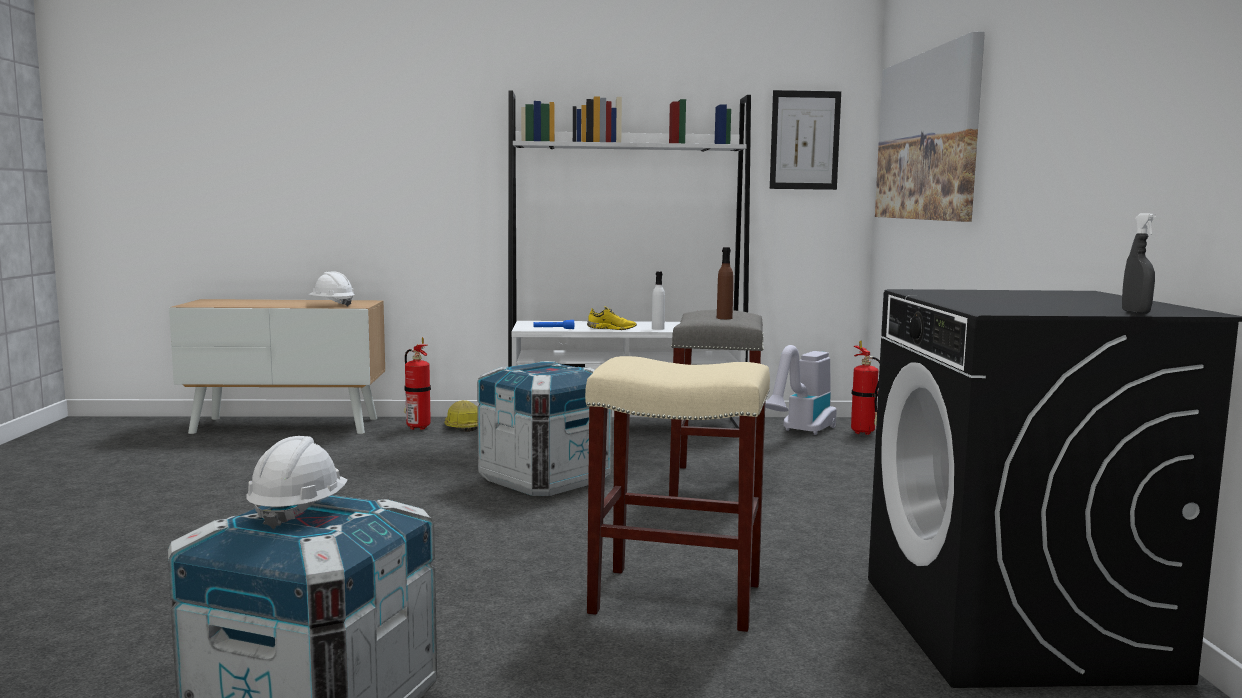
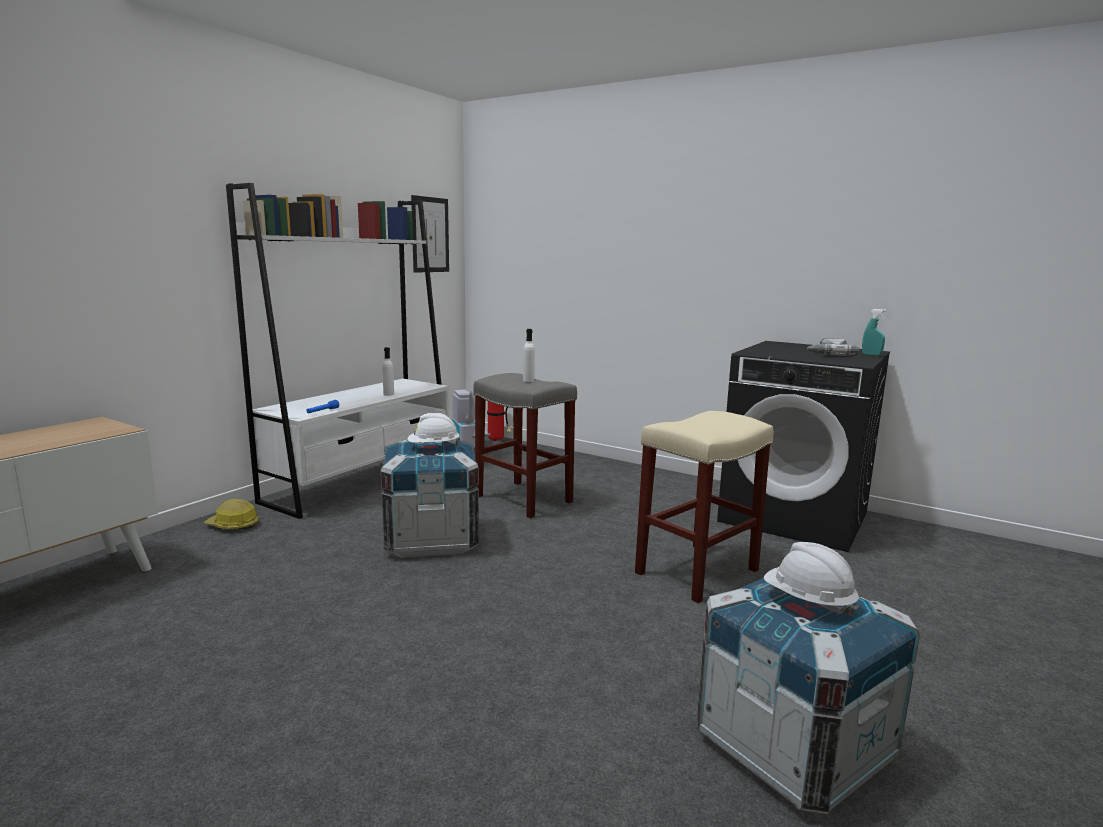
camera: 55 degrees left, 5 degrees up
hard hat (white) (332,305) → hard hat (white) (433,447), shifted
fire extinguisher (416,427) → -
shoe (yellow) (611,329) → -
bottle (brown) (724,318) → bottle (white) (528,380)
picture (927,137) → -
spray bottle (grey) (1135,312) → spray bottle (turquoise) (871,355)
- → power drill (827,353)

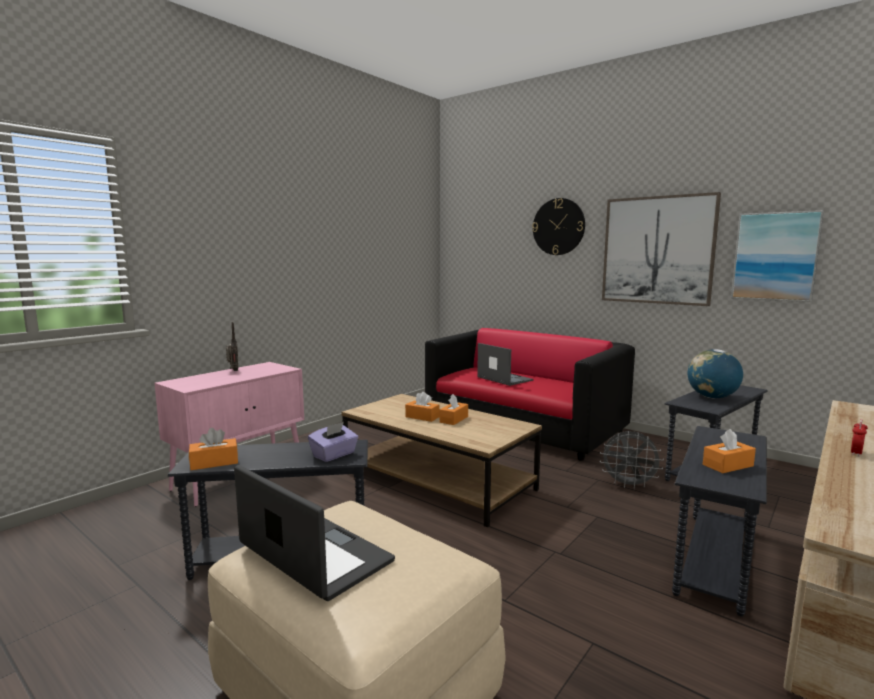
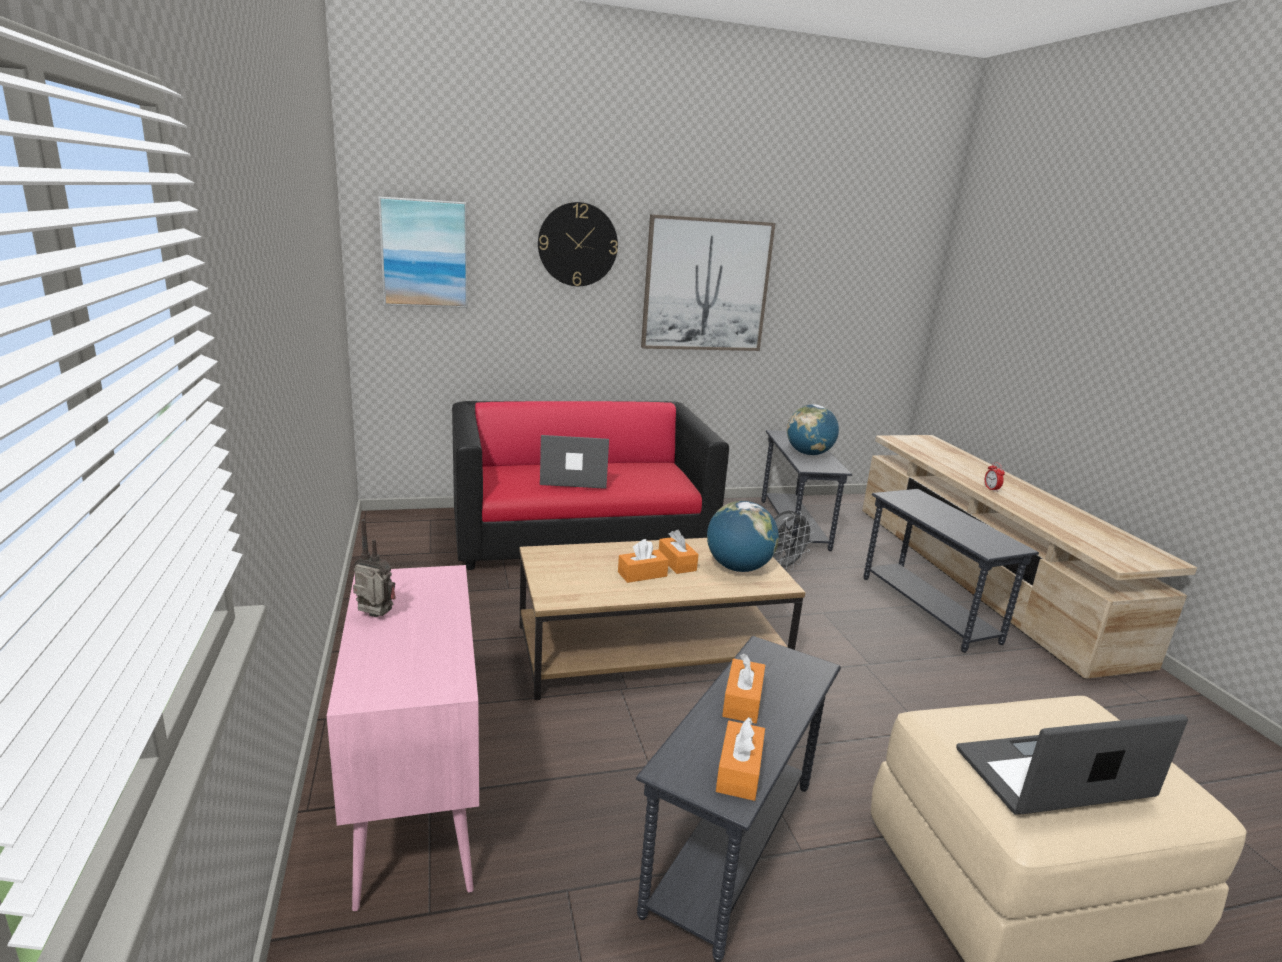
camera: 55 degrees left, 10 degrees up
tissue box (purple) (334,455) → -
tissue box (orange) (727,465) → tissue box (orange) (742,701), shifted
picture (775,256) → picture (424,253), shifted
- → globe (738,568)

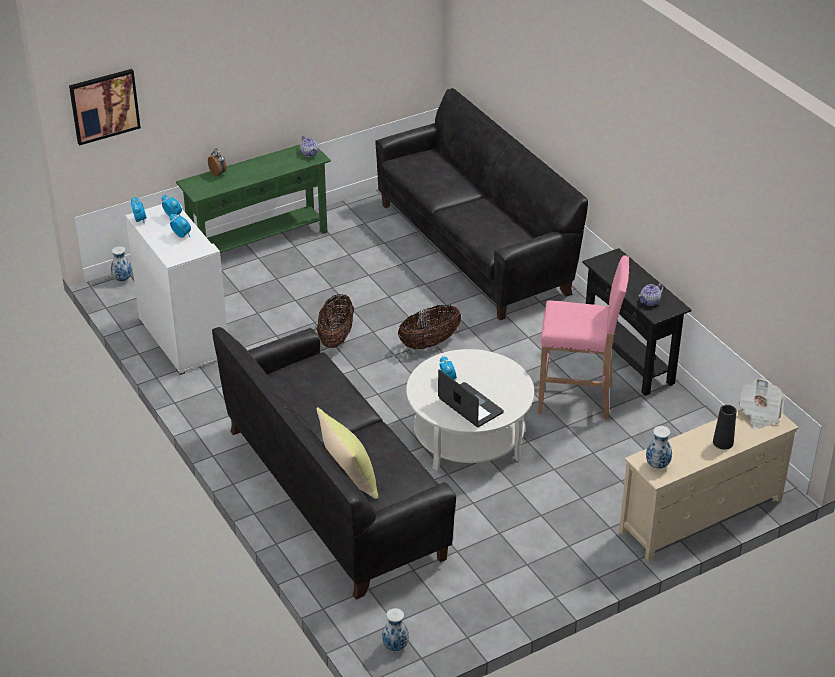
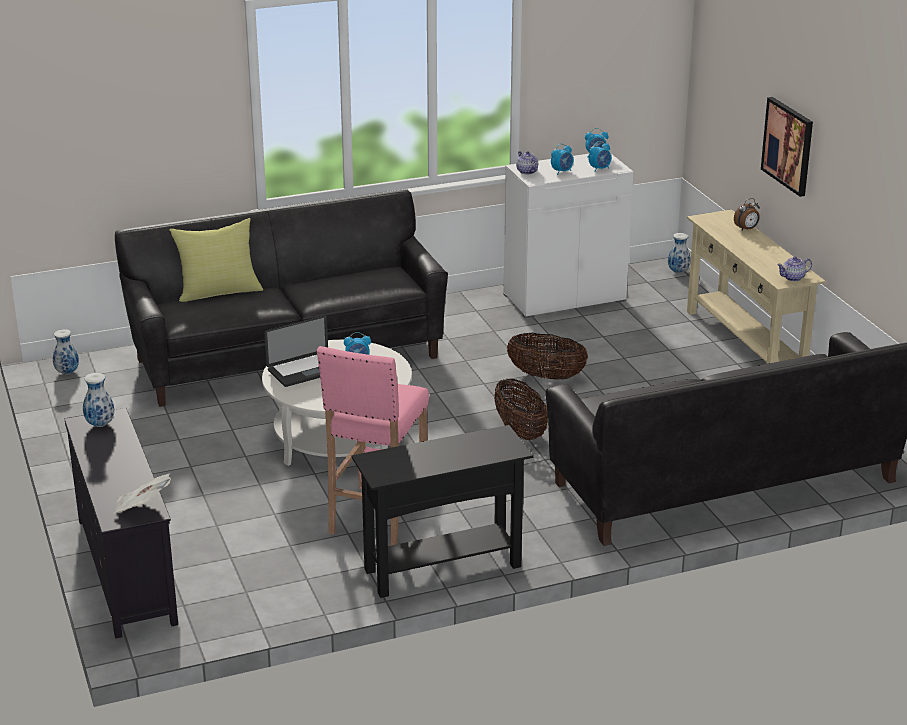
camera: 100 degrees right, 10 degrees down
picture (104,106) → picture (788,145), shifted
console table (green) (259,243) → console table (beige) (745,343)
tv stand (beige) (701,516) → tv stand (black) (125,571)
teapot (650,301) → teapot (526,171), shifted
vase (black) (723,442) → -

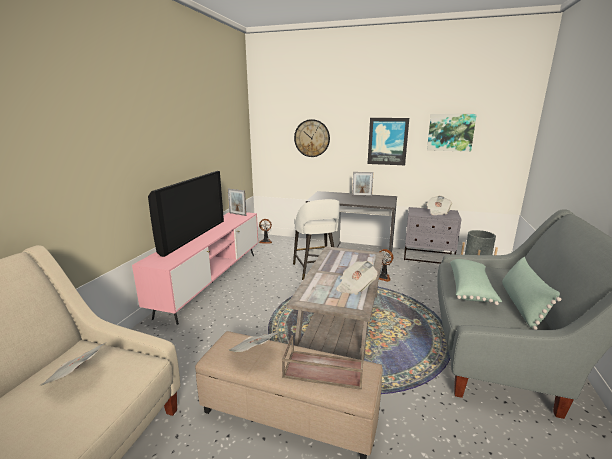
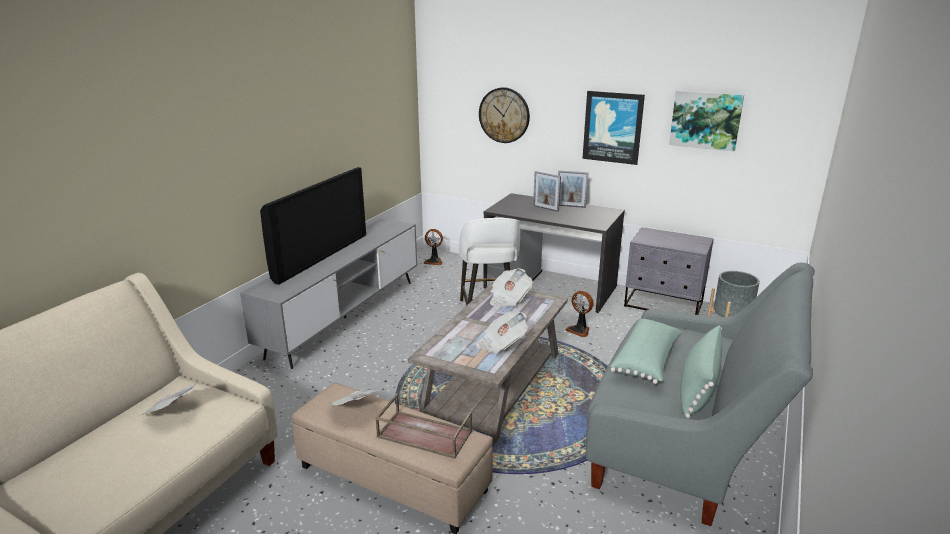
camera: 10 degrees right, 5 degrees up
tv stand (pink) (212,282) → tv stand (grey) (345,317)
picture frame (237,214) → picture frame (545,208), shifted
newspaper (437,212) → newspaper (508,299), shifted

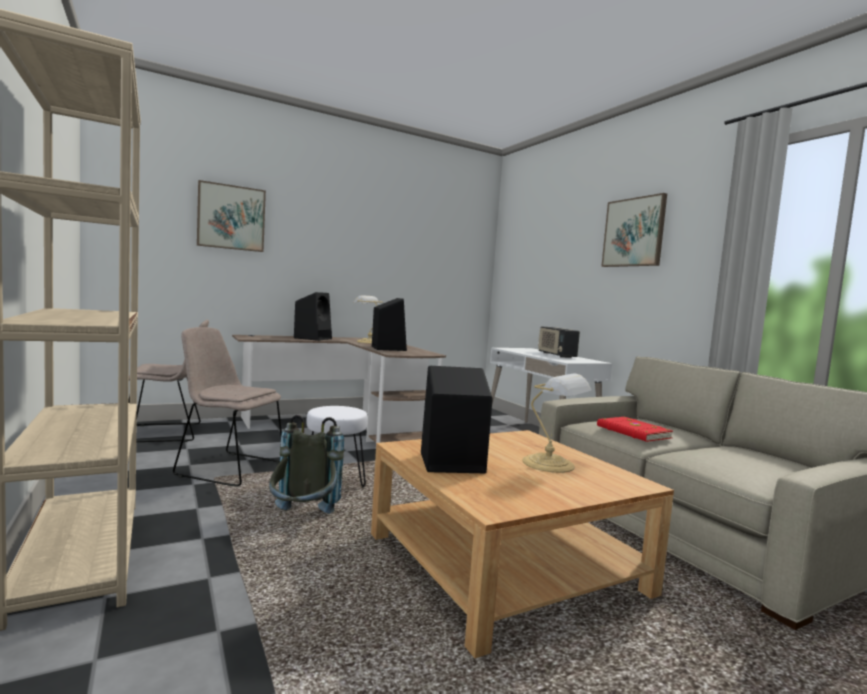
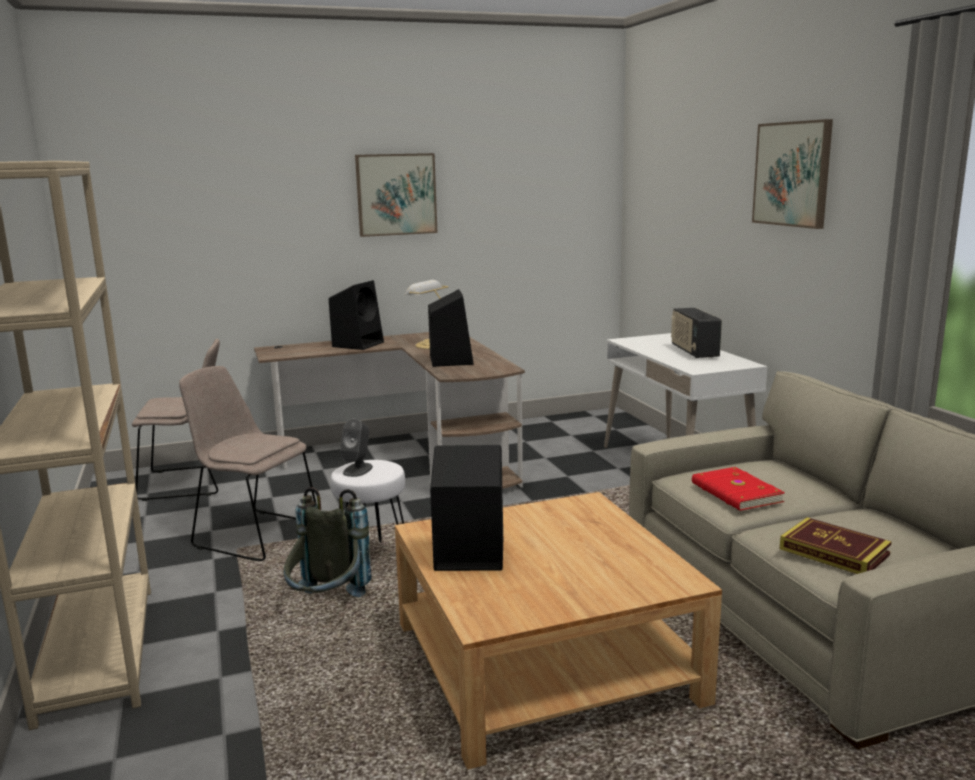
camera: 10 degrees right, 10 degrees up
picture (231,217) → picture (396,194), shifted
table lamp (551,464) → -
- → speaker (grey) (358,469)
- → book (834,552)

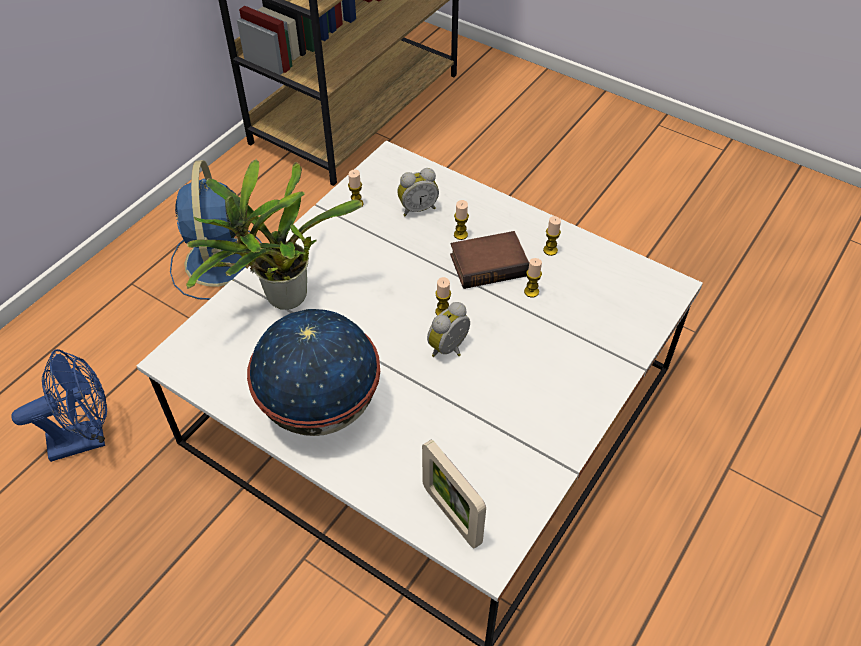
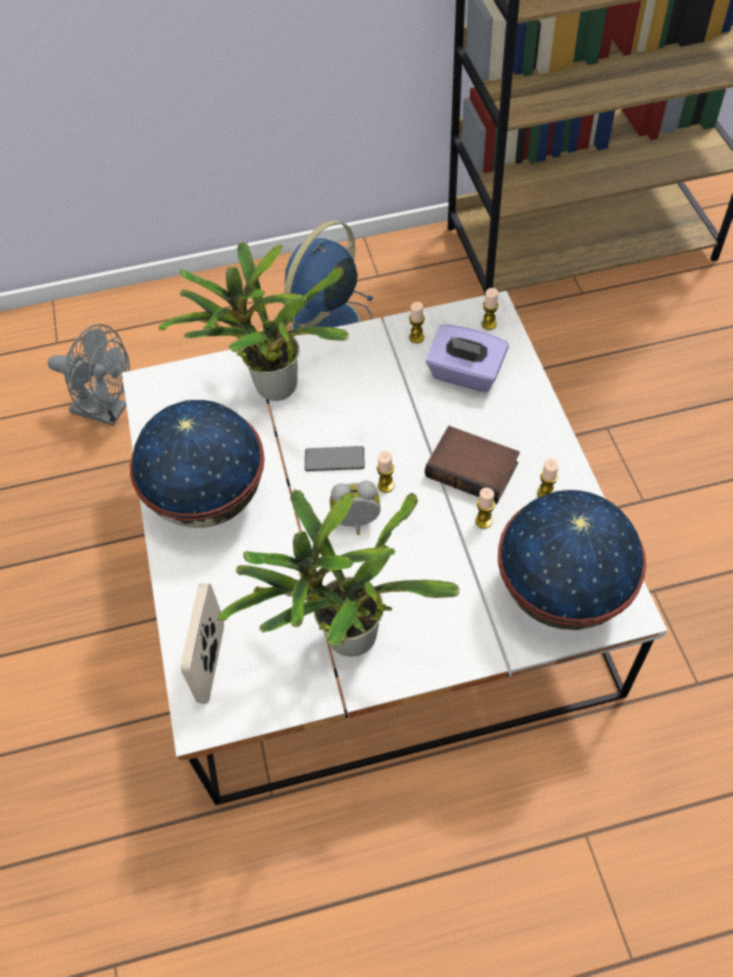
camera: 45 degrees right, 5 degrees up
fan (blue) (86,438) → fan (grey) (107,411)
alarm clock (417,208) → tissue box (purple) (465,374)
candle (460,234) → candle (488,324), shifted
- → potted plant (344,636)
- → phone (334,459)
- → globe (560,591)

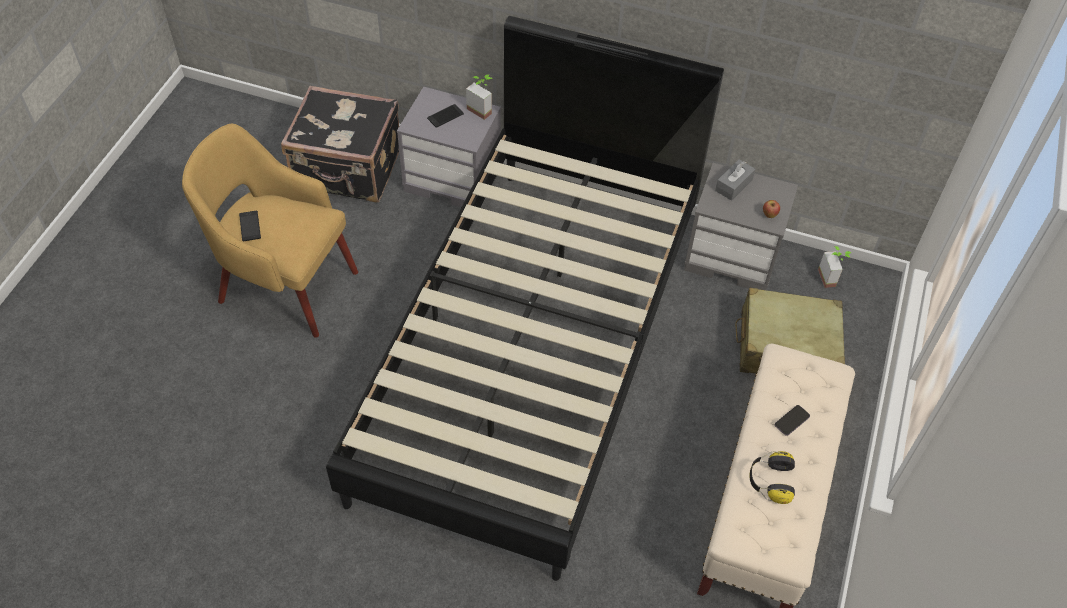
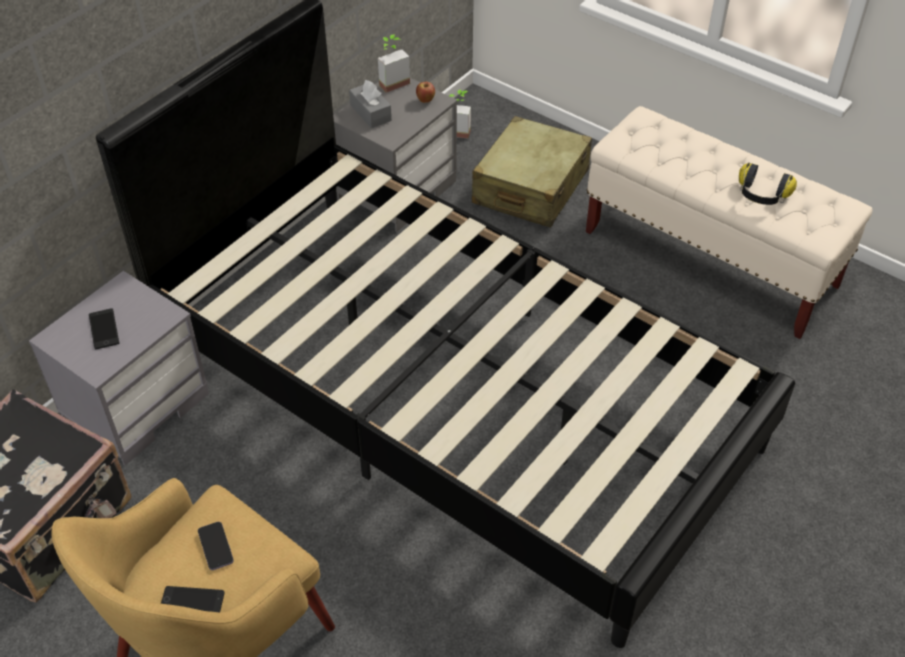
camera: 70 degrees left, 5 degrees down
potted plant (482,108) → potted plant (391,81), shifted
phone (792,421) → phone (215,547), shifted

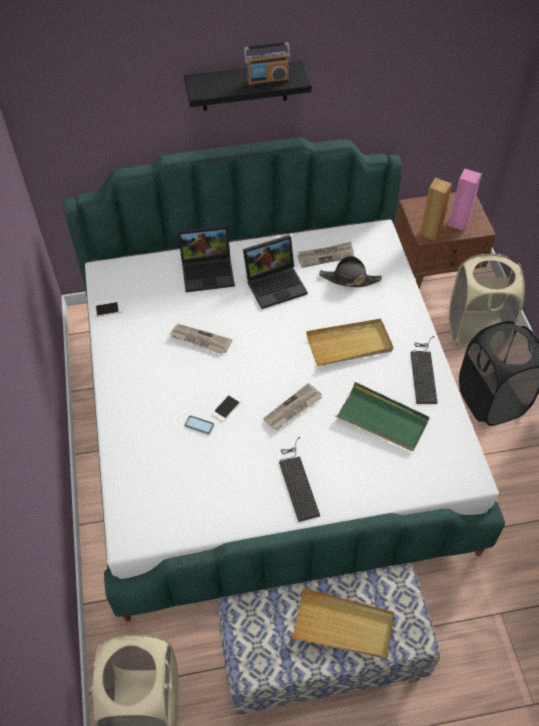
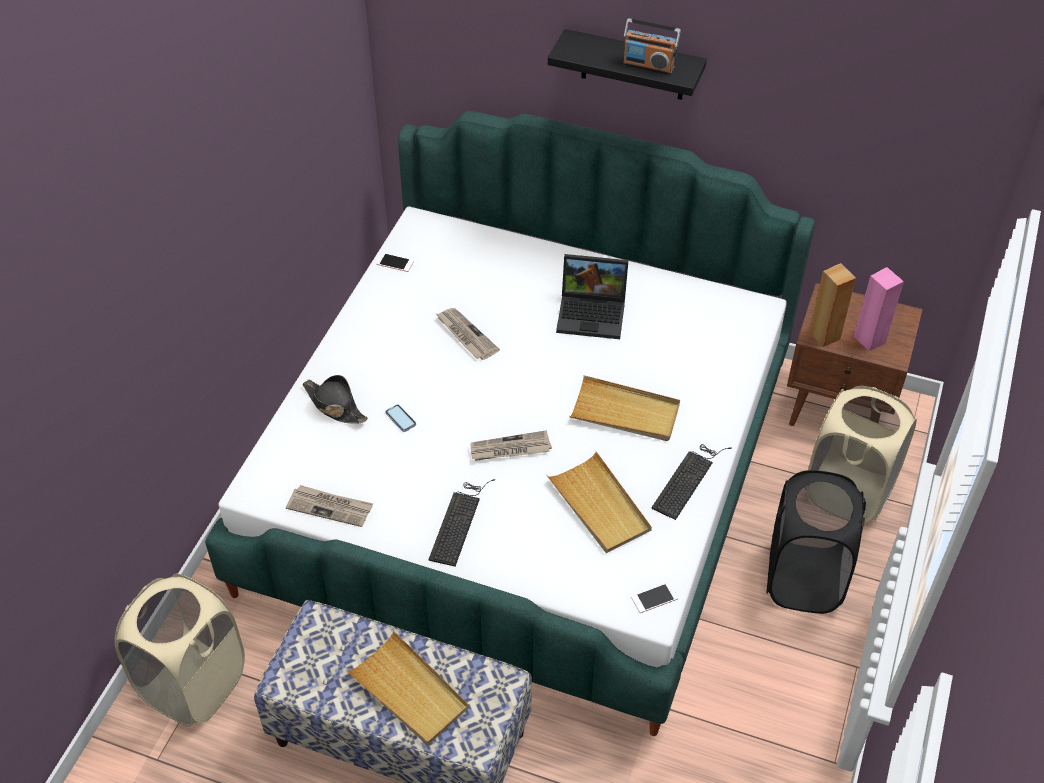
camera: 30 degrees right, 5 degrees down
laptop (209,271) → -
phone (226,407) → phone (654,598), shifted
newspaper (326,256) → newspaper (330,507), shifted
hat (black) (349,279) → hat (black) (334,405), shifted
tray (green) (382,419) → tray (beige) (599,506)

